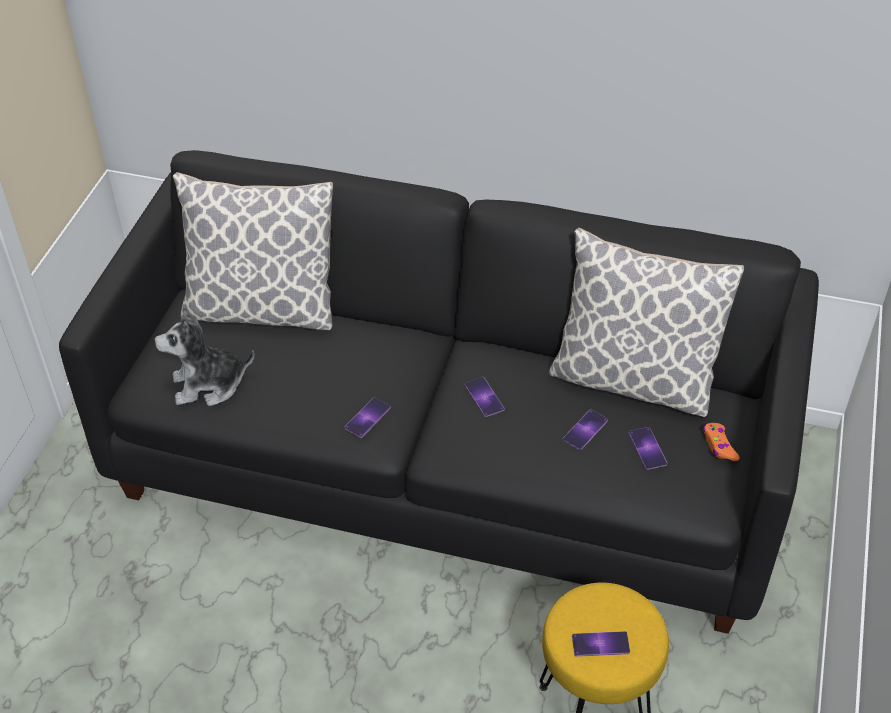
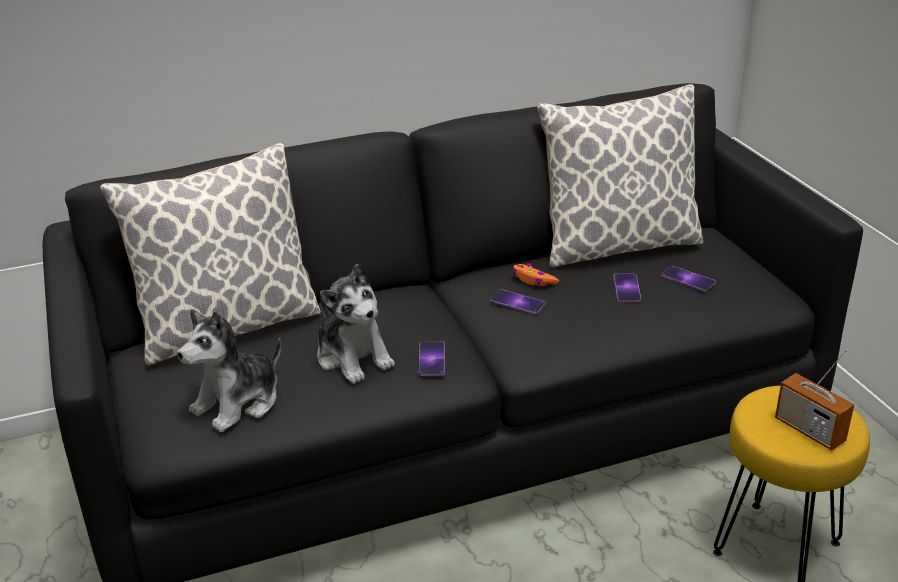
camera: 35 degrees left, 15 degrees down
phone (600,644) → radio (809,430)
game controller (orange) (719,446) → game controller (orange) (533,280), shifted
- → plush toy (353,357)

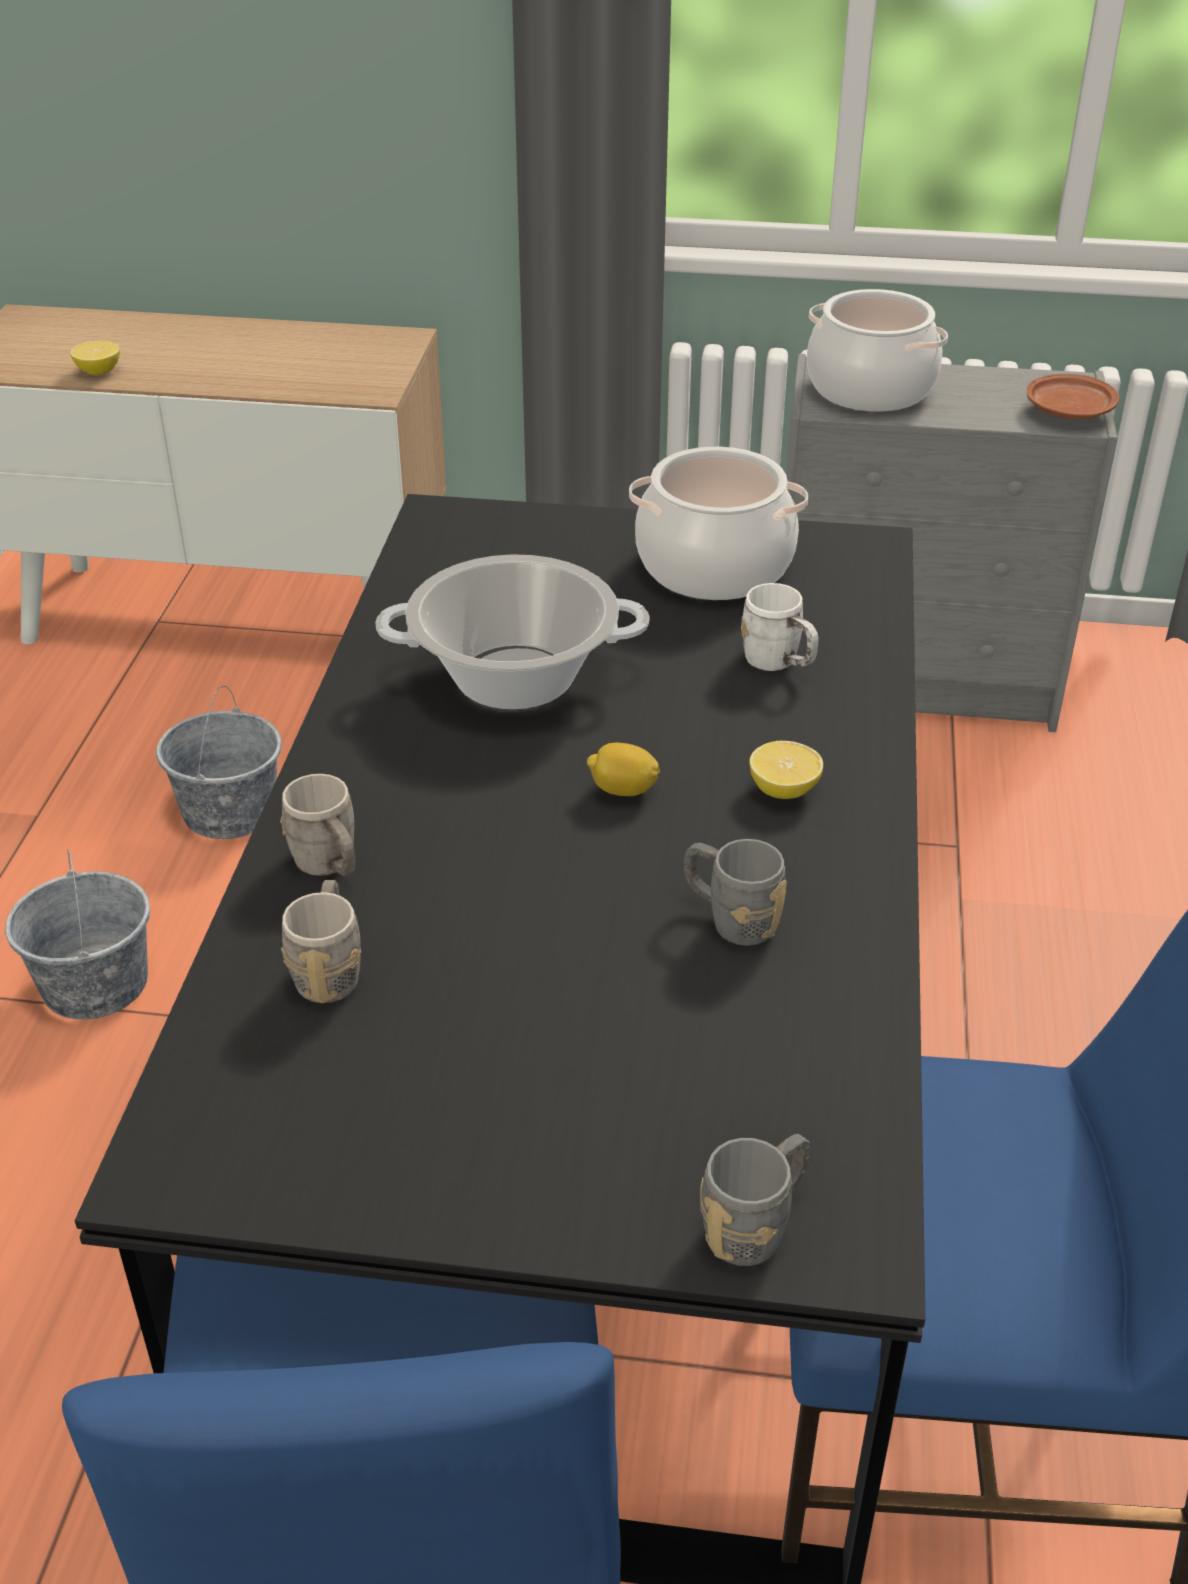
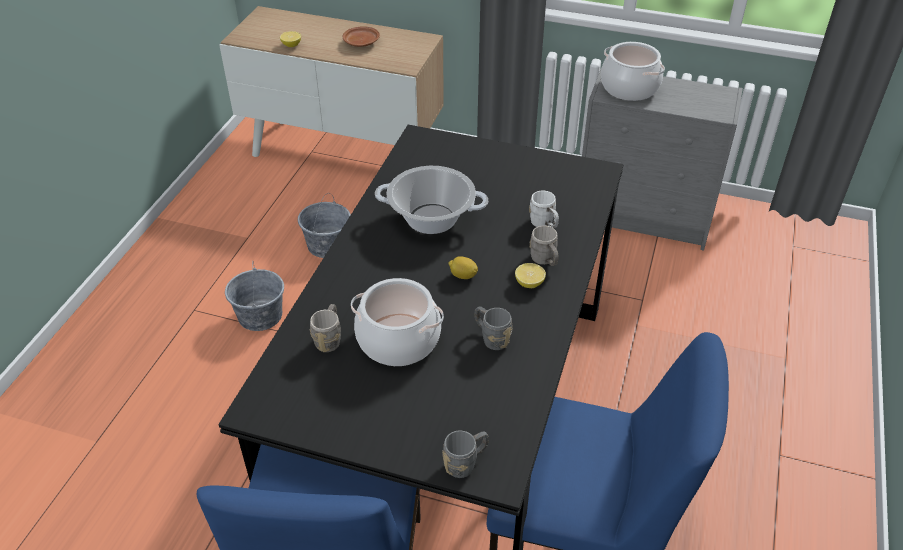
camera: 10 degrees right, 5 degrees up
mug (grey) (330,866) → mug (grey) (545,261), shifted
cooking pot (715,566) → cooking pot (399,340), shifted
plate (brown) (1069,411) → plate (brown) (361,42), shifted

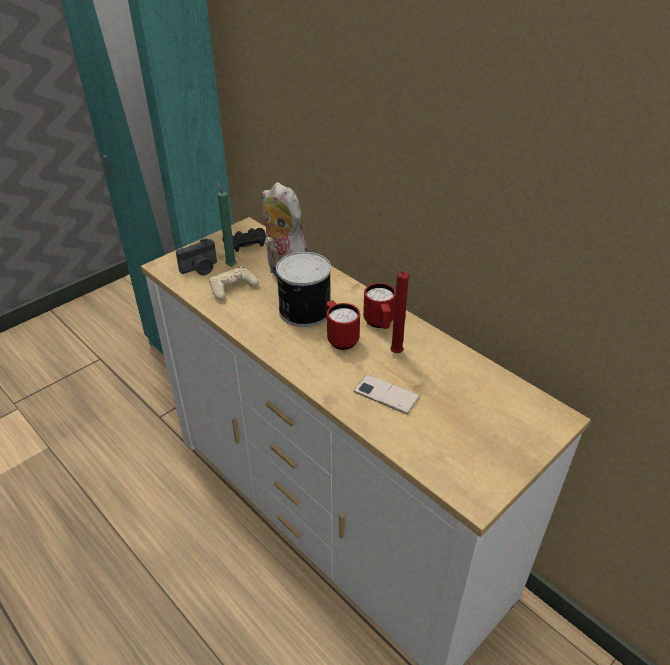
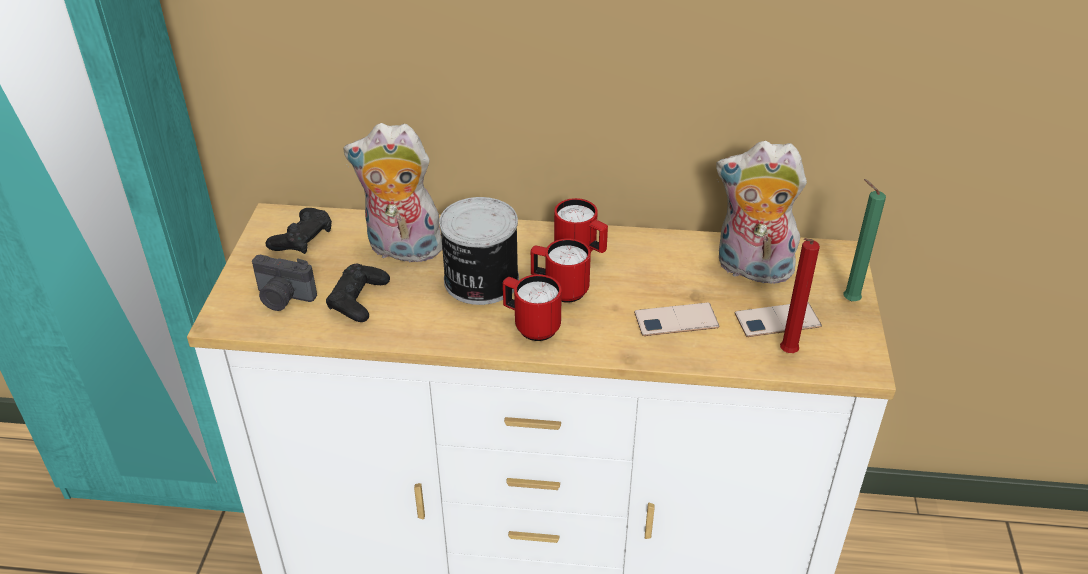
camera: 40 degrees left, 0 degrees up
photo camera (200,269) → photo camera (283,298), 90 degrees clockwise
game controller (beige) (232,288) → game controller (black) (358,299)
candle (green) (230,265) → candle (green) (847,300), shifted
candle (red) (394,353) → candle (red) (786,354), shifted
- → mug (red) (531,326)
- → plush toy (751,270)
- → phone (777,320)

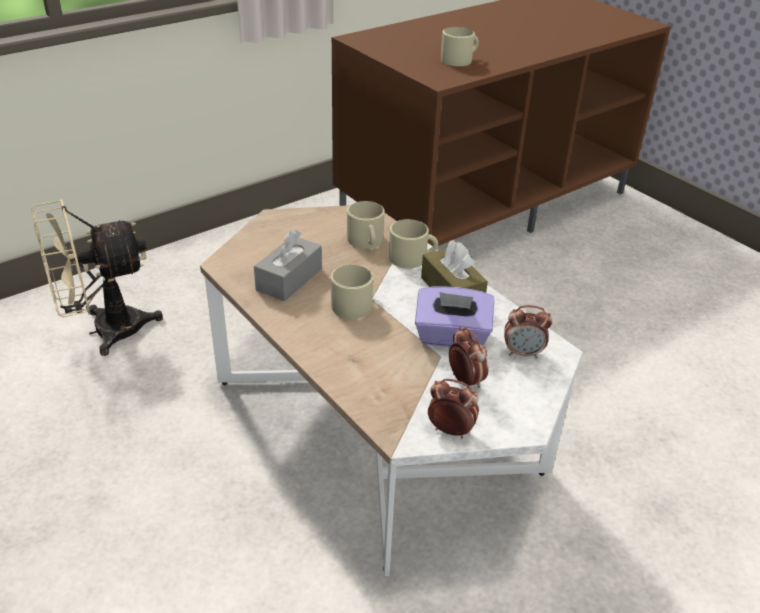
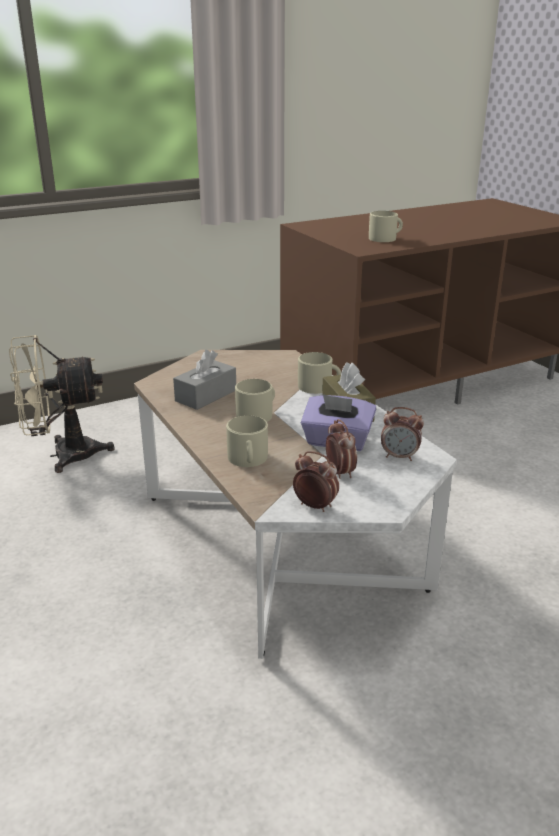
camera: 10 degrees right, 10 degrees down
mug (beige) (366,241) → mug (beige) (248,459), shifted

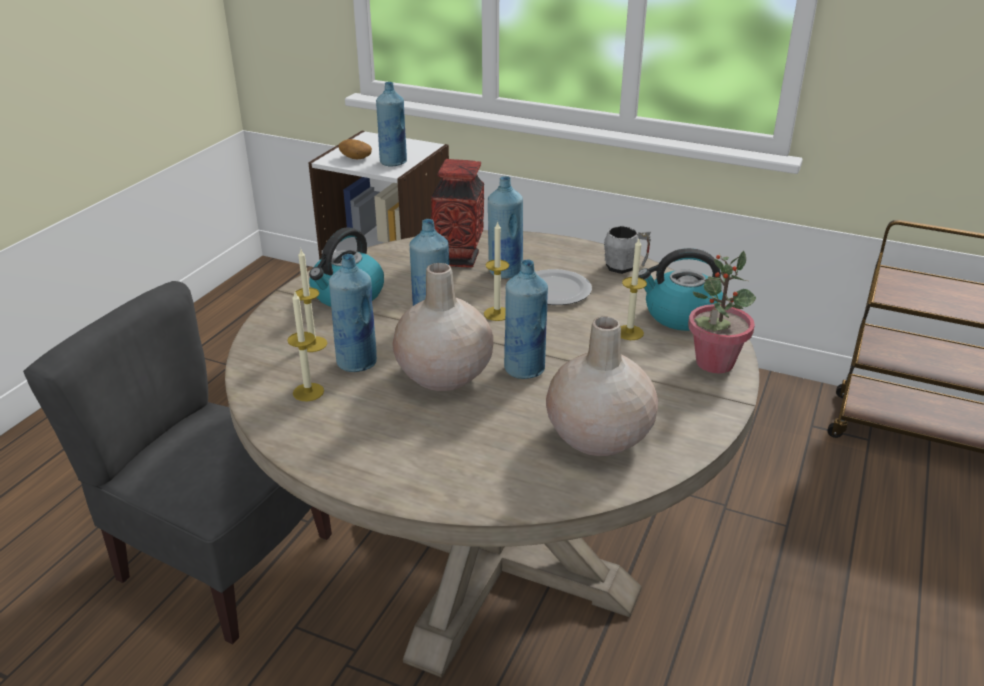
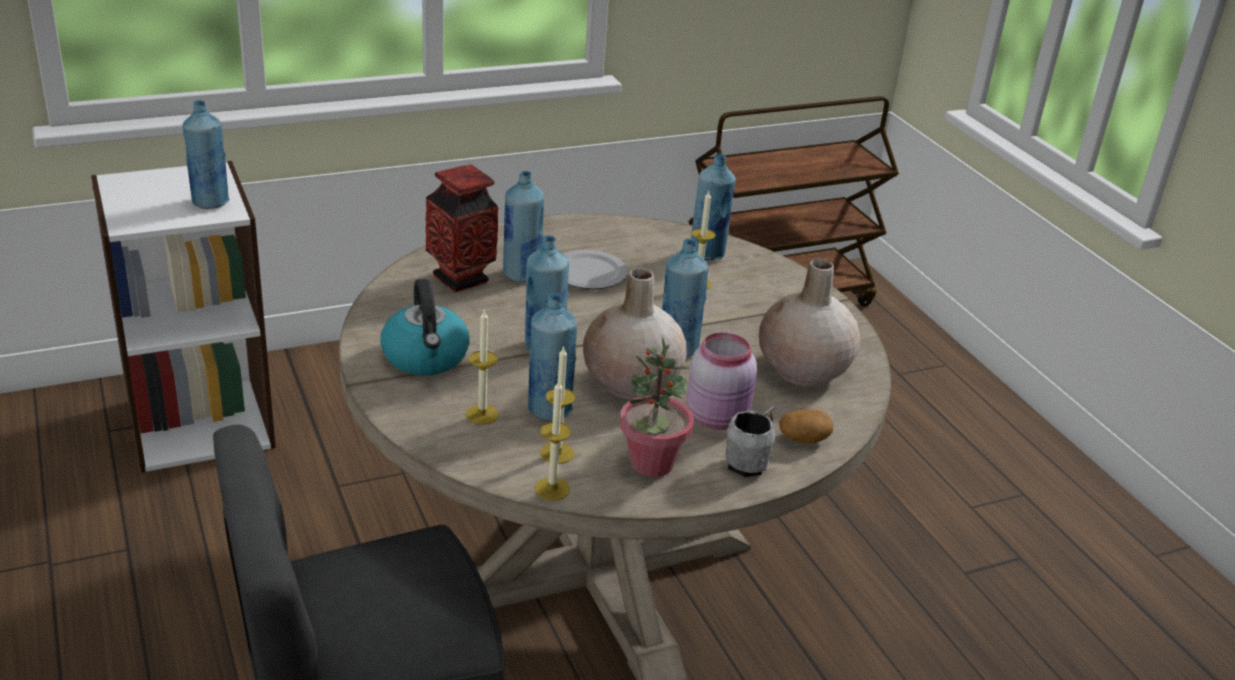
camera: 50 degrees left, 0 degrees up
potato (355,158) → potato (803,438), shifted
candle (497,314) → candle (552,489), shifted
mug (grey) (625,267) → mug (grey) (750,462), shifted
kettle (680,315) → bottle (blue) (707,253)
potted plant (714,363) → potted plant (651,463), shifted
- → jar (pink) (718,417)

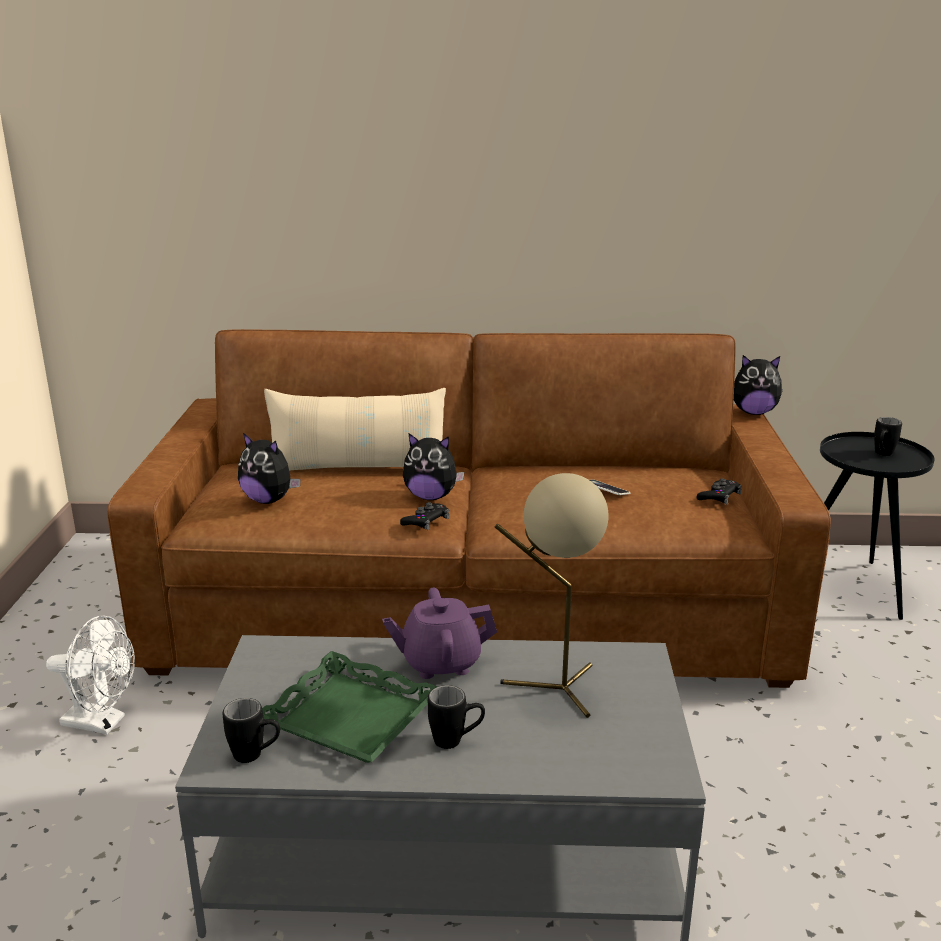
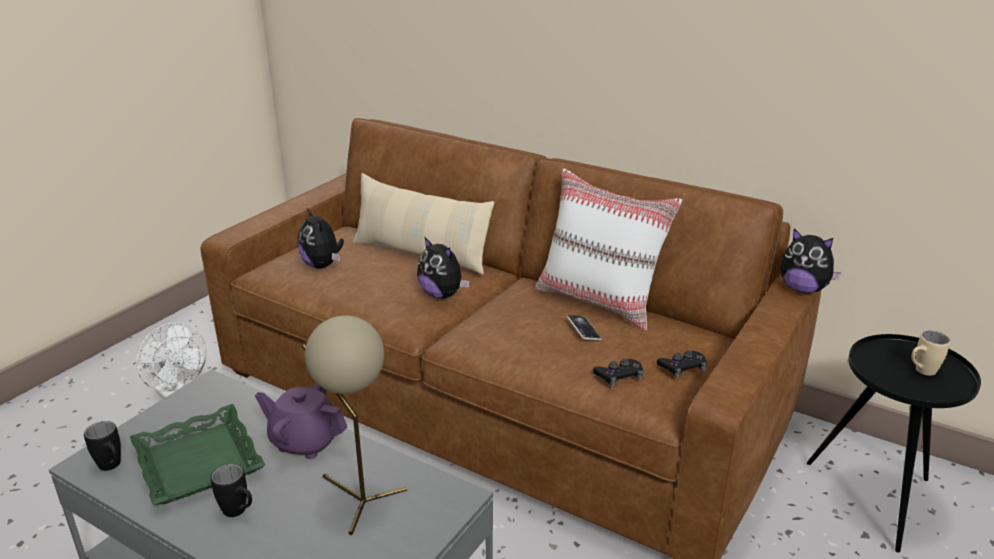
camera: 30 degrees right, 5 degrees up
game controller (black) (426,521) → game controller (black) (619,376), shifted
mug (black) (882,455) → mug (beige) (921,372)
- → pillow (white) (599,301)

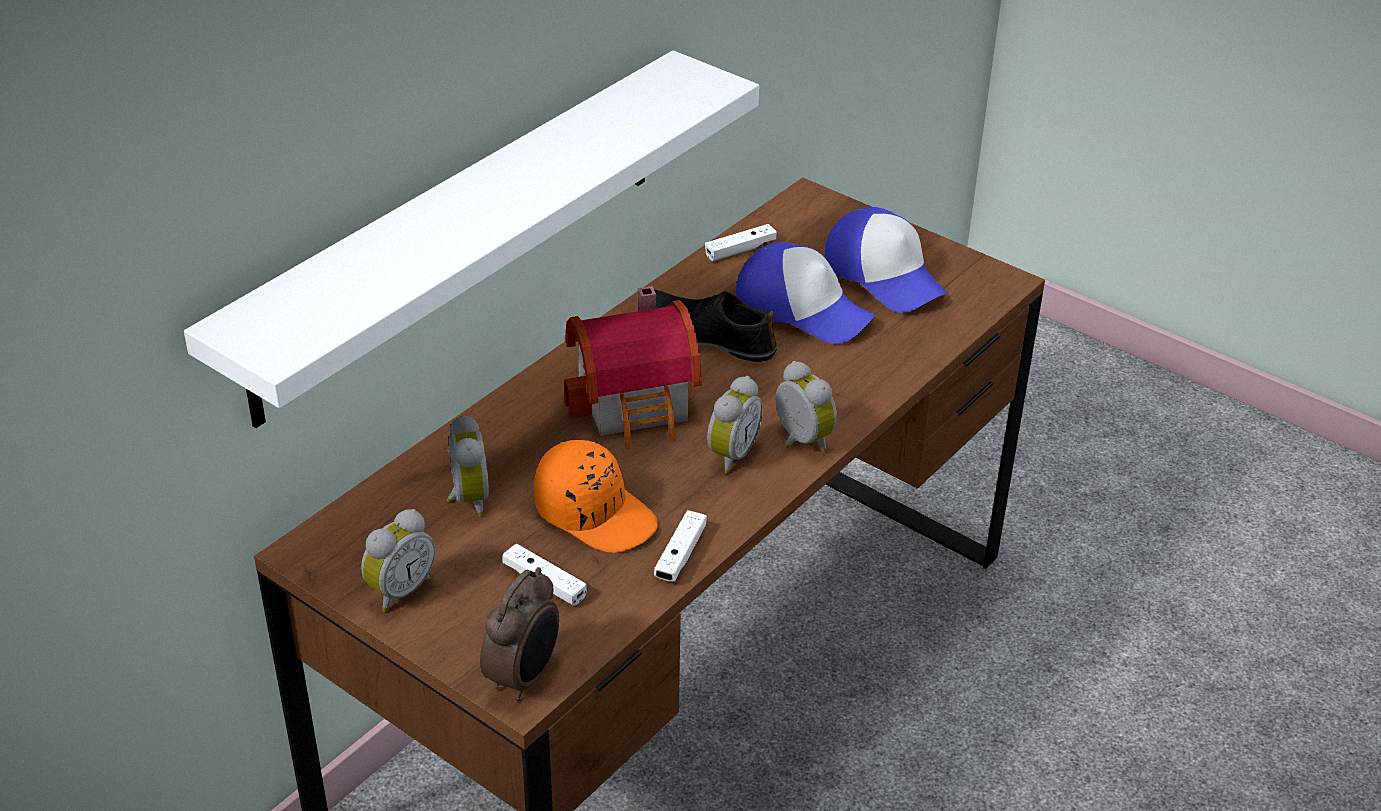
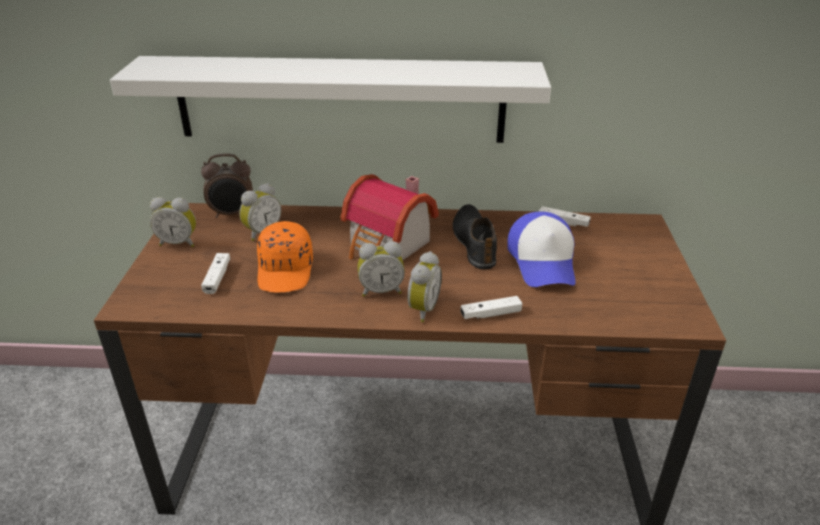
camera: 55 degrees right, 5 degrees down
alarm clock (524,677) → alarm clock (232,214), shifted
game controller (white) (680,555) → game controller (white) (490,314), shifted
cap (884,275) → -

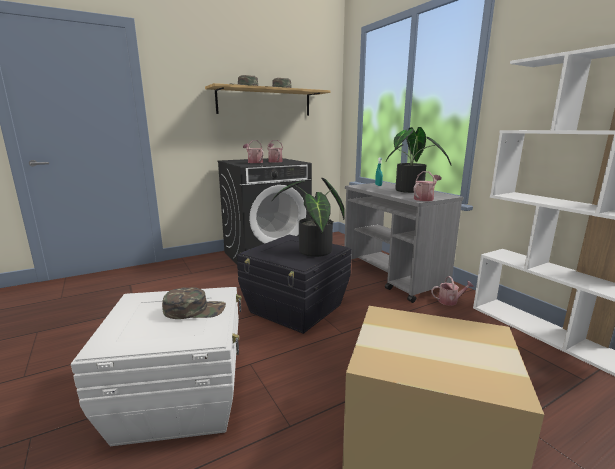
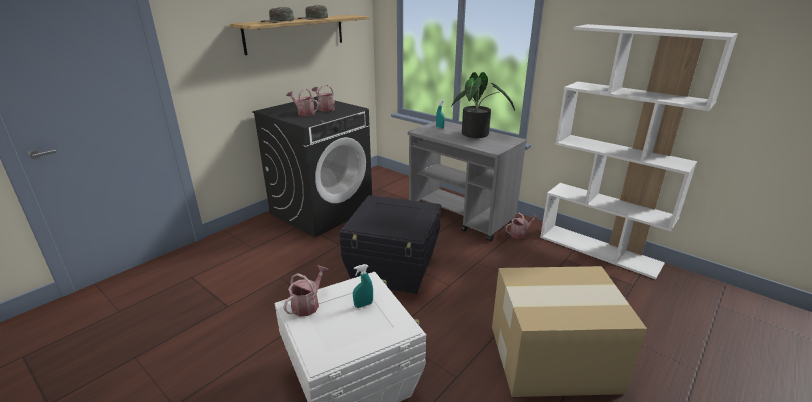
camera: 20 degrees left, 10 degrees up
cap (green) (195,310) → spray bottle (turquoise) (363,305)
potted plant (313,252) → -
watering can (425,199) → watering can (308,304), shifted

